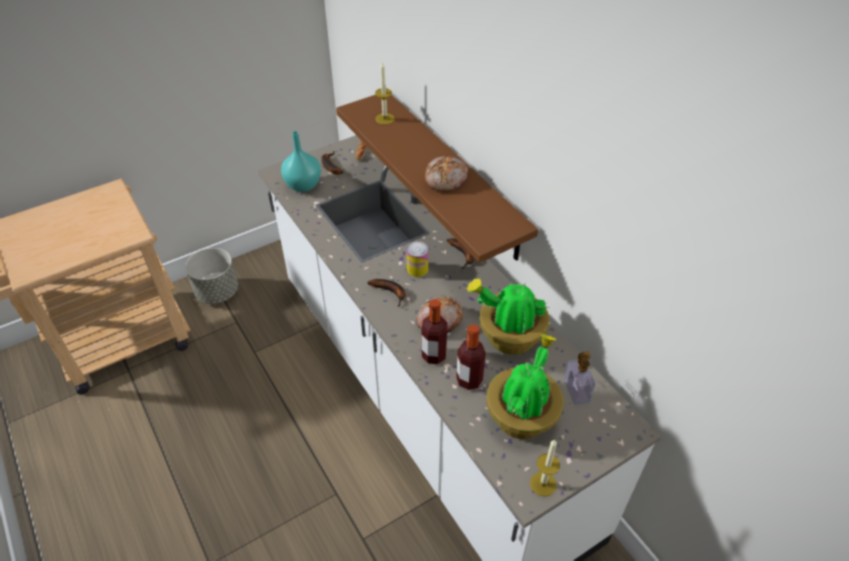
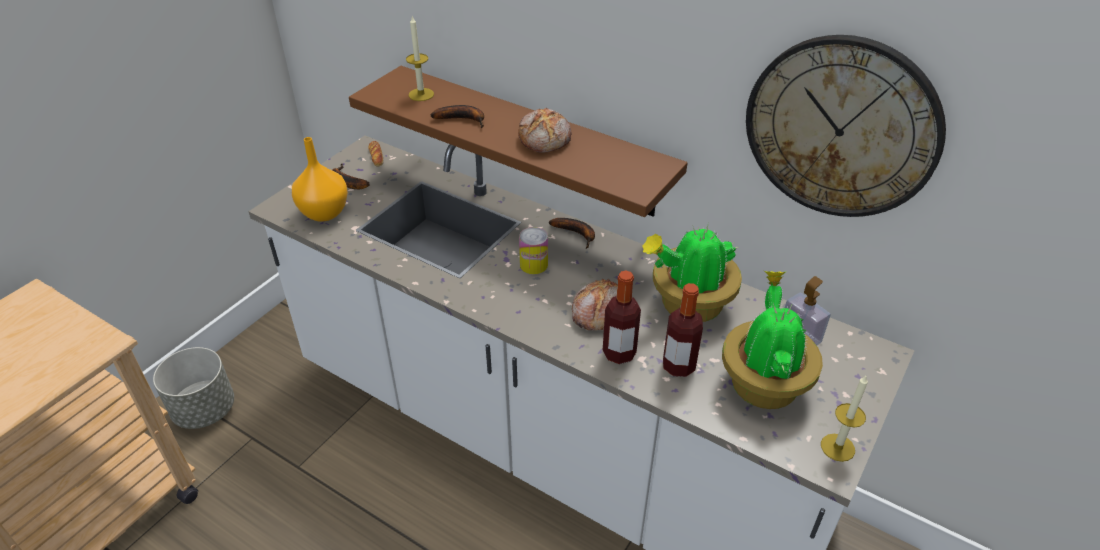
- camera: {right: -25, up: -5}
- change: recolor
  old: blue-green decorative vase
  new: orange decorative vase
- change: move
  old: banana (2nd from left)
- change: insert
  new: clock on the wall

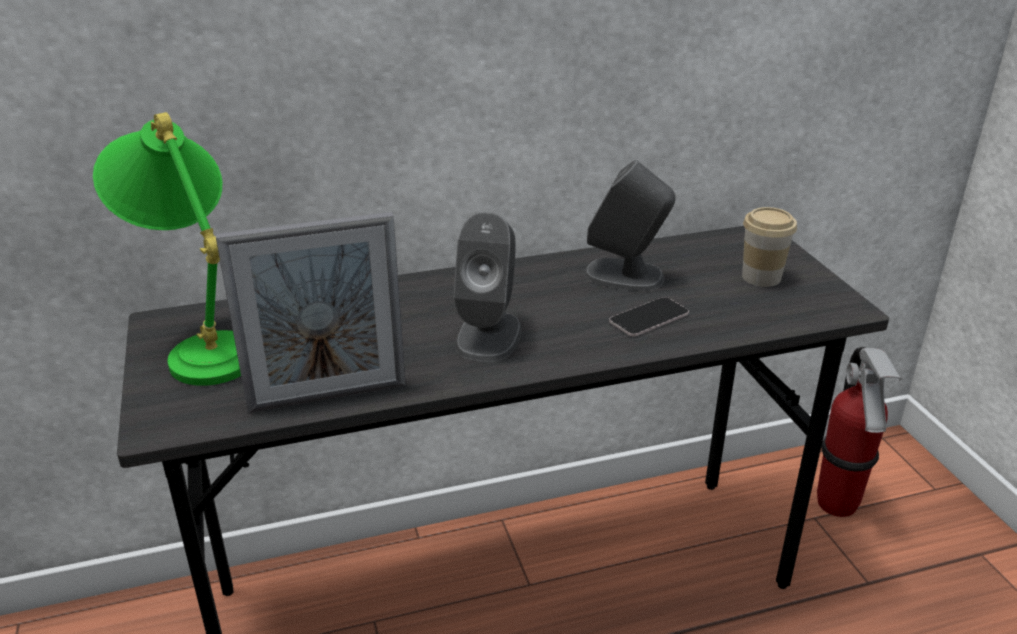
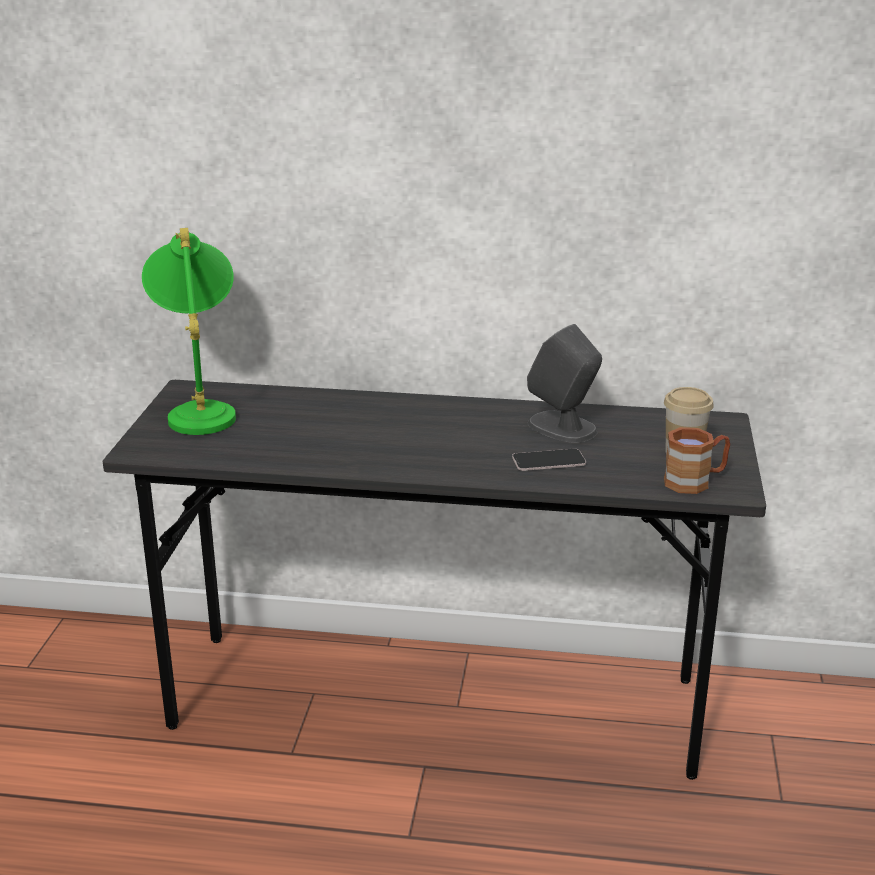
- camera: {right: 25, up: -5}
- change: delete
  old: photo frame
- change: delete
  old: grey audio speaker (1st from left)
- change: delete
  old: fire-fighting cylinder
- change: insert
  new: brown coffee mug

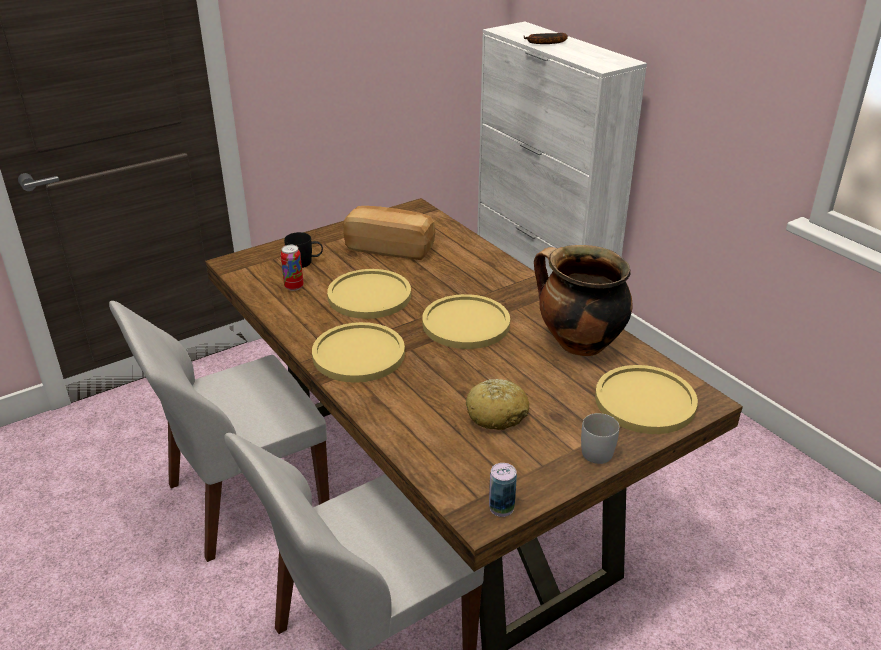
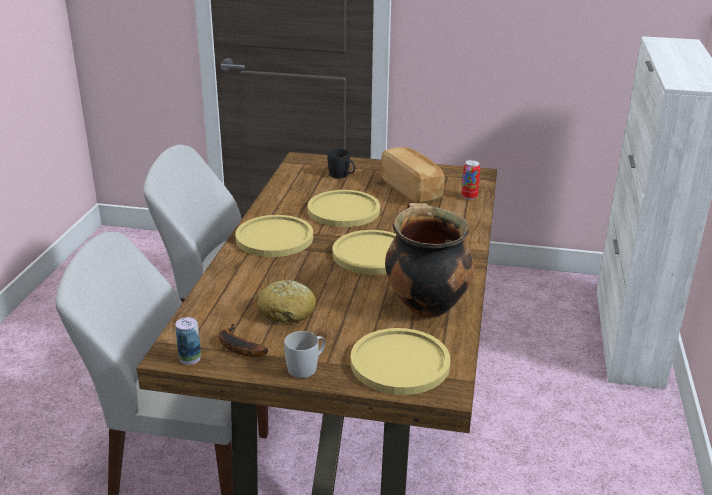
- camera: {right: 45, up: -5}
- change: move
  old: banana
- change: move
  old: sealed can (1st from left in the first image)
  new: sealed can (2nd from left)

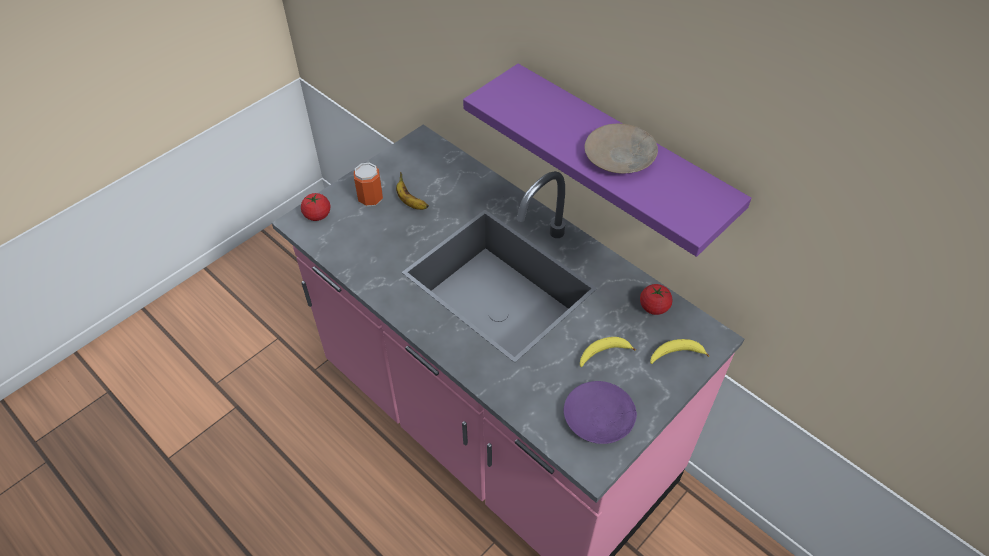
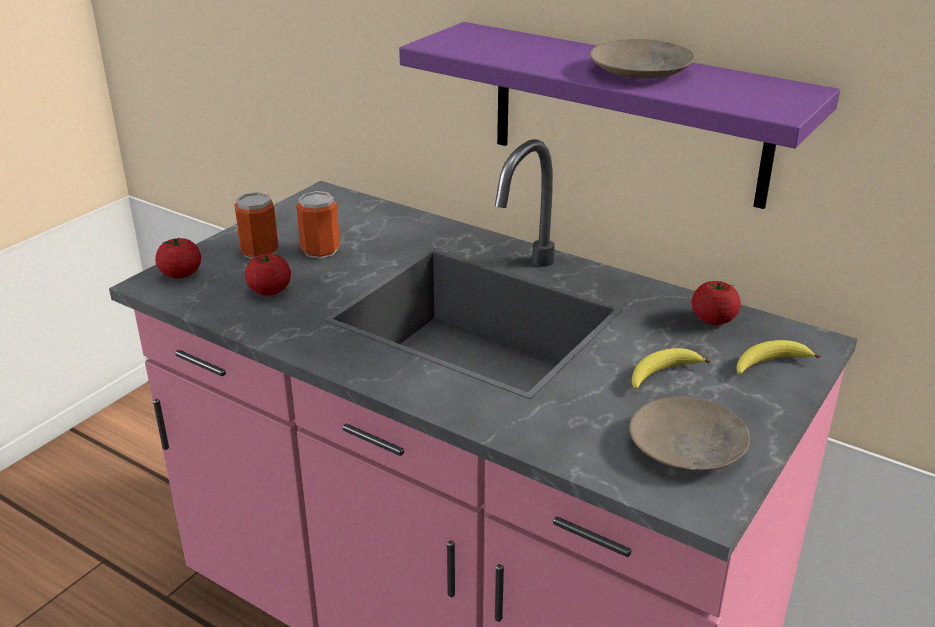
- camera: {right: -10, up: -20}
- change: replace
  old: banana (1st from left)
  new: sealed can (2nd from left)
- change: recolor
  old: purplish dinner plate
  new: beige dinner plate (2nd from left)
- change: insert
  new: tomato (2nd from left)

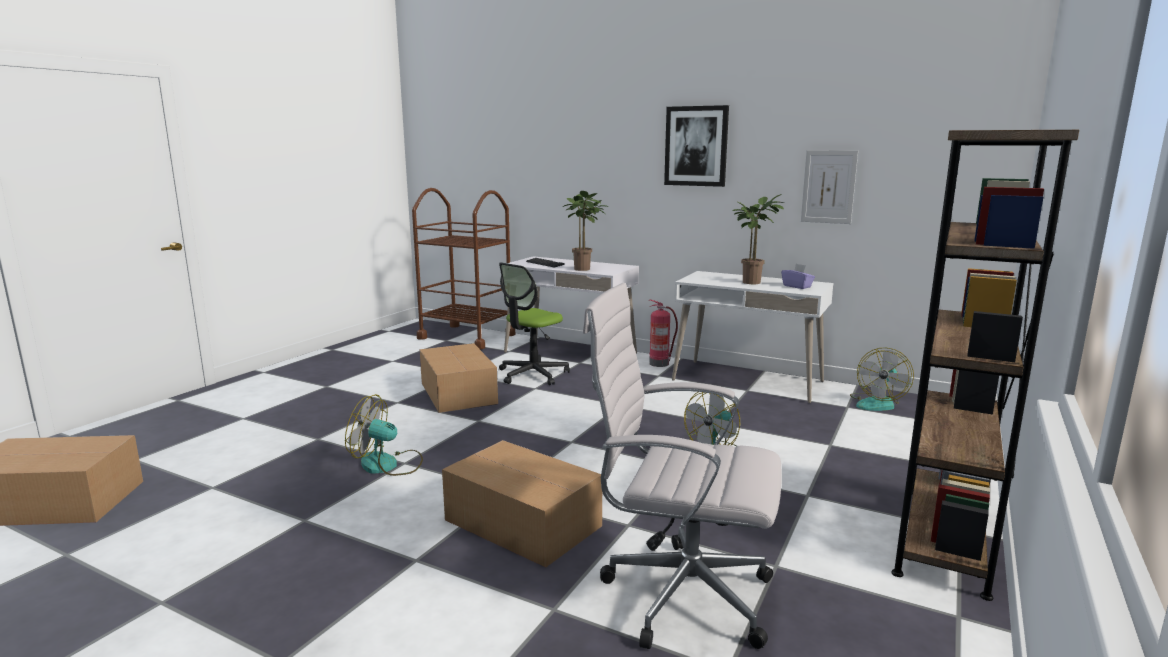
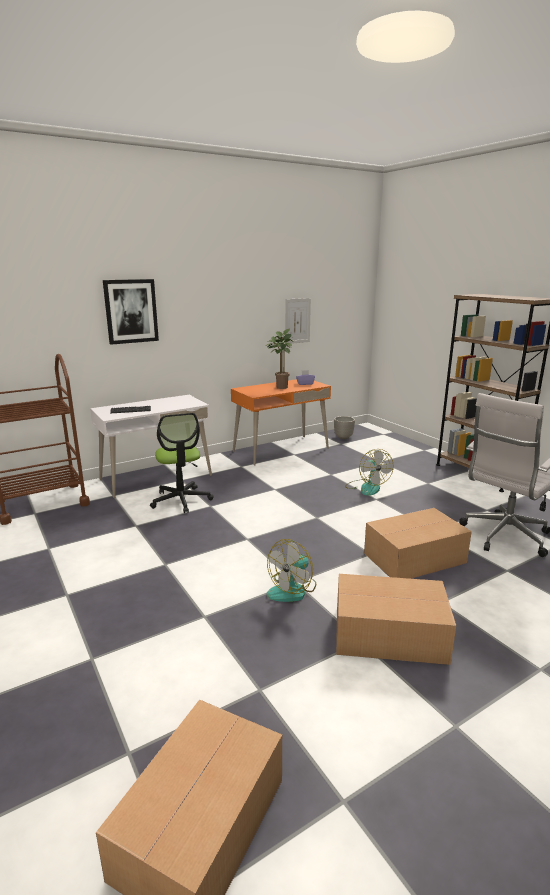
- camera: {right: -60, up: 5}
- change: move
  old: picture (1st from left)
- change: delete
  old: houseplant (1st from left)
- change: recolor
  old: white-coloured desk unit (2nd from left)
  new: orange desk unit
- change: delete
  old: fire-fighting cylinder
- change: move
  old: cardboard box (2nd from left)
- change: replace
  old: fan (3rd from left)
  new: plant pot

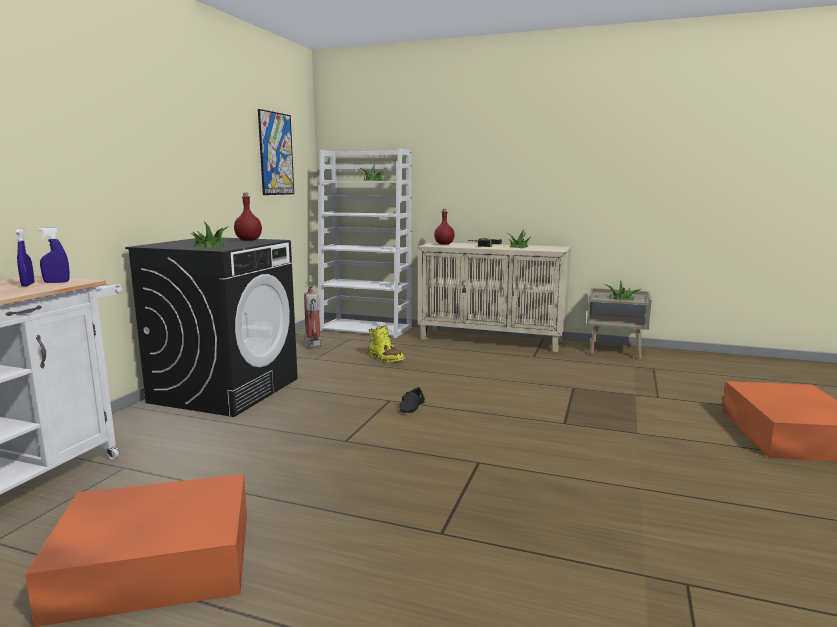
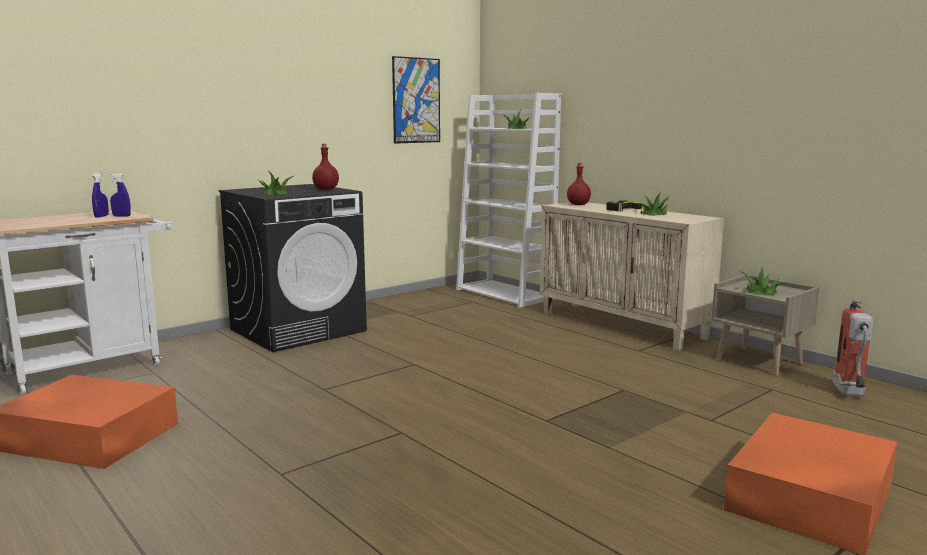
- camera: {right: 30, up: 0}
- change: move
  old: fire-fighting cylinder
- change: delete
  old: yellow tall boot
- change: delete
  old: blackish low shoe

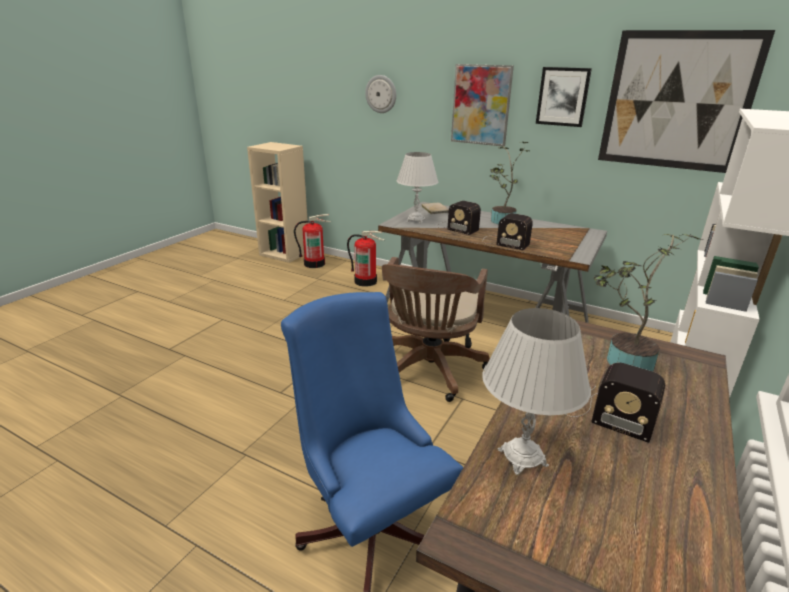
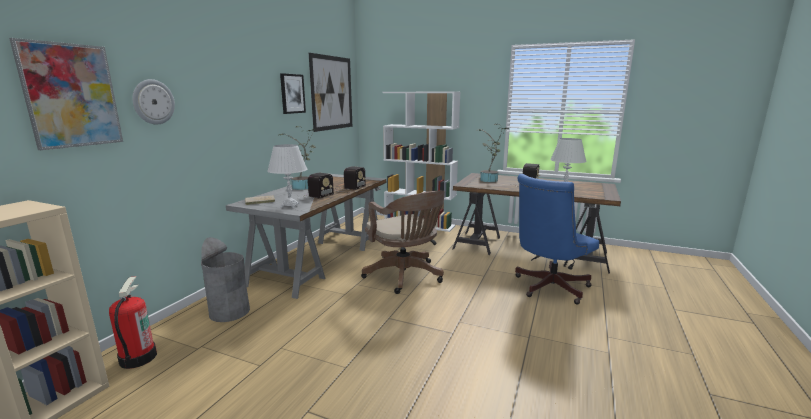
- camera: {right: -95, up: -10}
- change: move
  old: picture (1st from left)
- change: replace
  old: fire-fighting cylinder (2nd from left)
  new: grey rubbish bin
- change: rotate
  old: brown desk chair
  degrees: 45

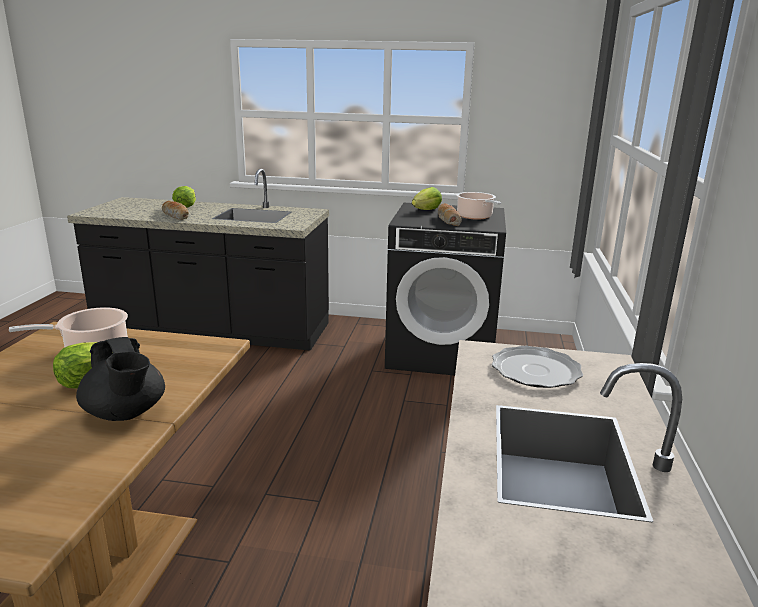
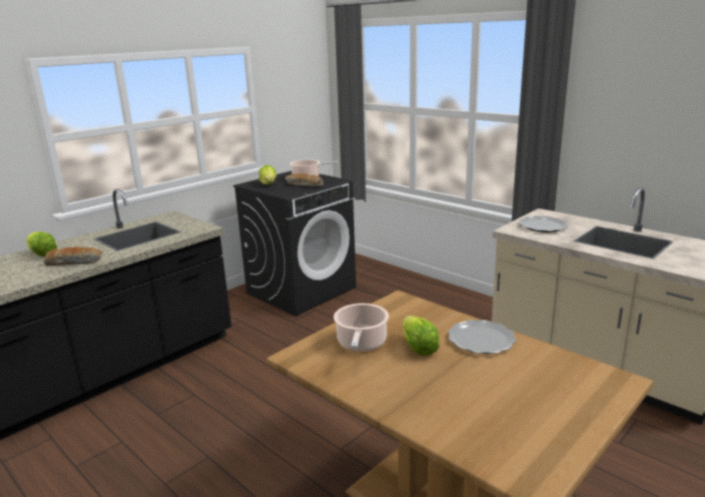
- camera: {right: -55, up: 0}
- change: replace
  old: blackish pot for tea
  new: dinner plate (1st from left)

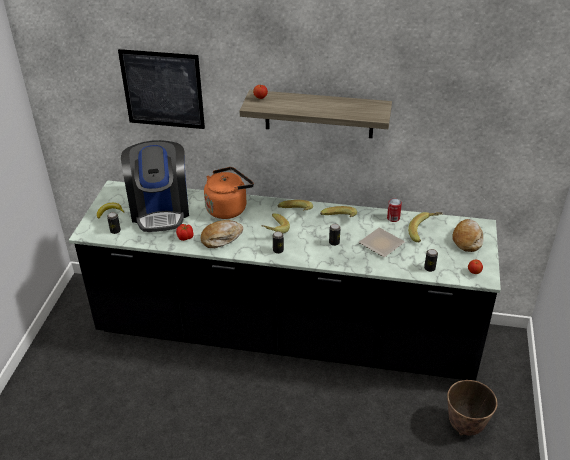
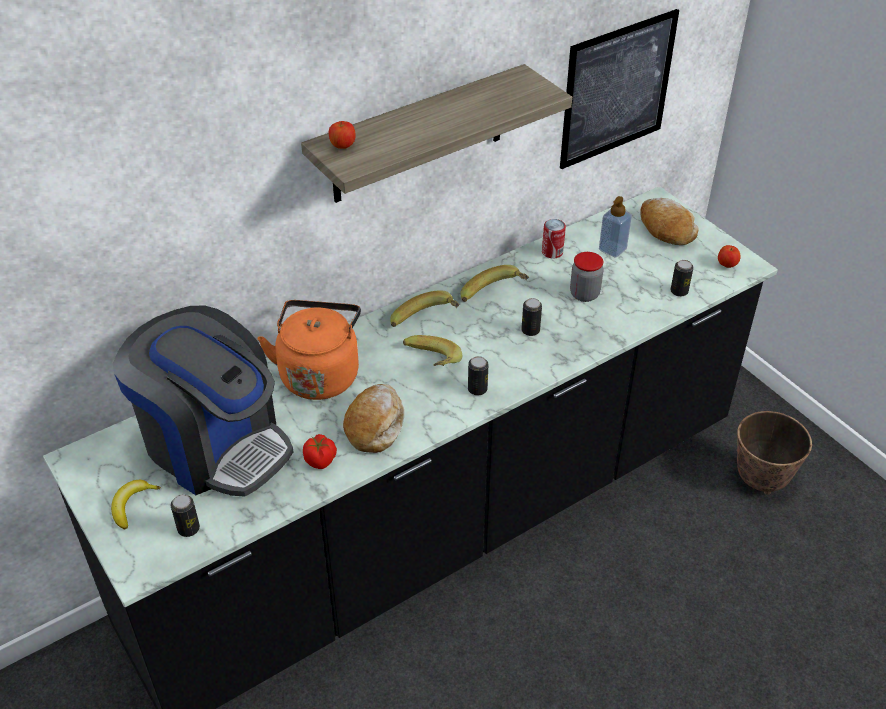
- camera: {right: -45, up: 5}
- change: move
  old: picture
- change: replace
  old: banana (5th from left)
  new: liquid soap bottle
- change: replace
  old: dinner plate
  new: jar

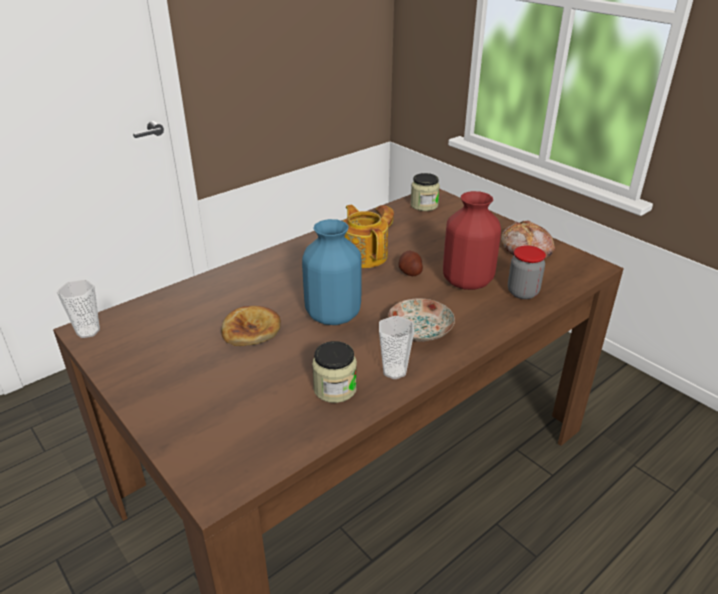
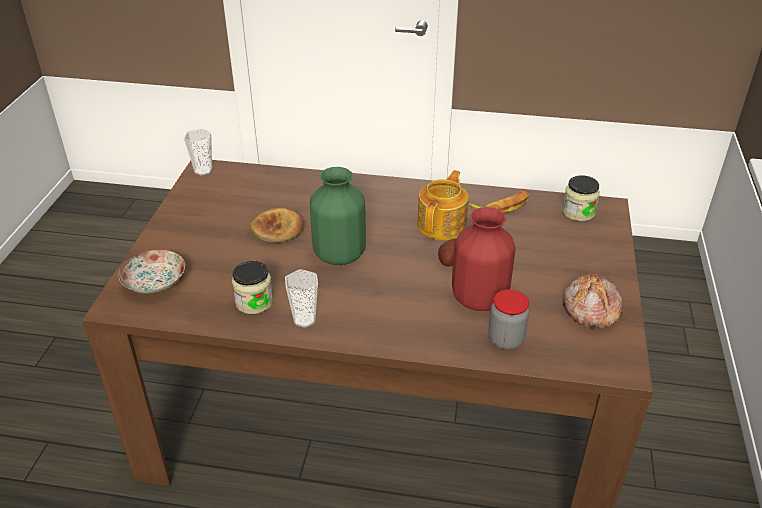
- camera: {right: 50, up: 5}
- change: recolor
  old: blue decorative vase
  new: green-coloured decorative vase
- change: move
  old: dinner plate

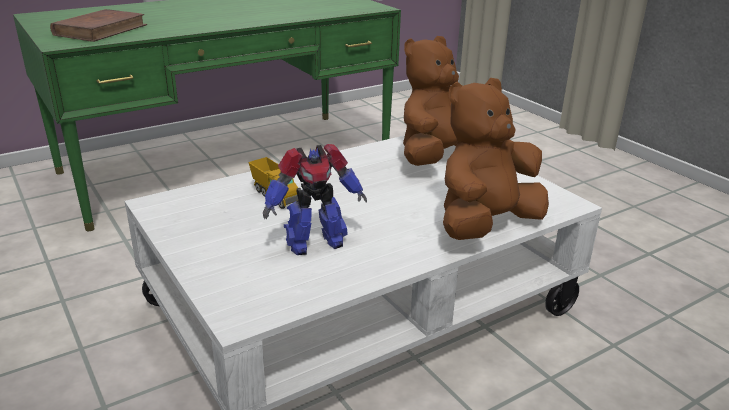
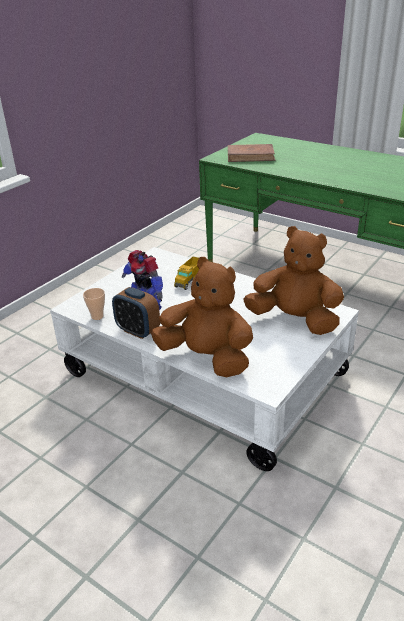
- camera: {right: 70, up: 5}
- change: insert
  new: bedside clock
- change: insert
  new: drinking cup

